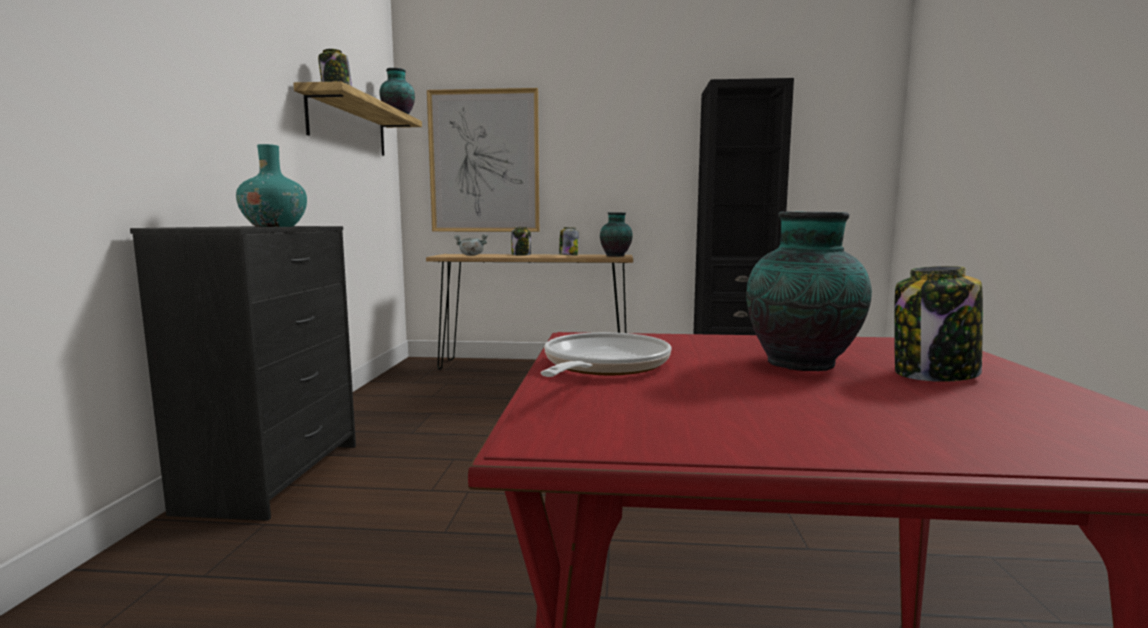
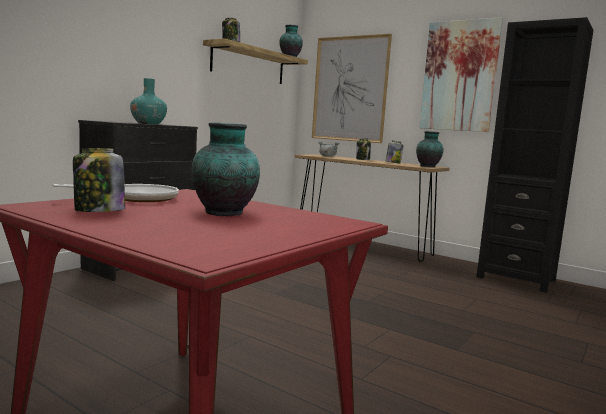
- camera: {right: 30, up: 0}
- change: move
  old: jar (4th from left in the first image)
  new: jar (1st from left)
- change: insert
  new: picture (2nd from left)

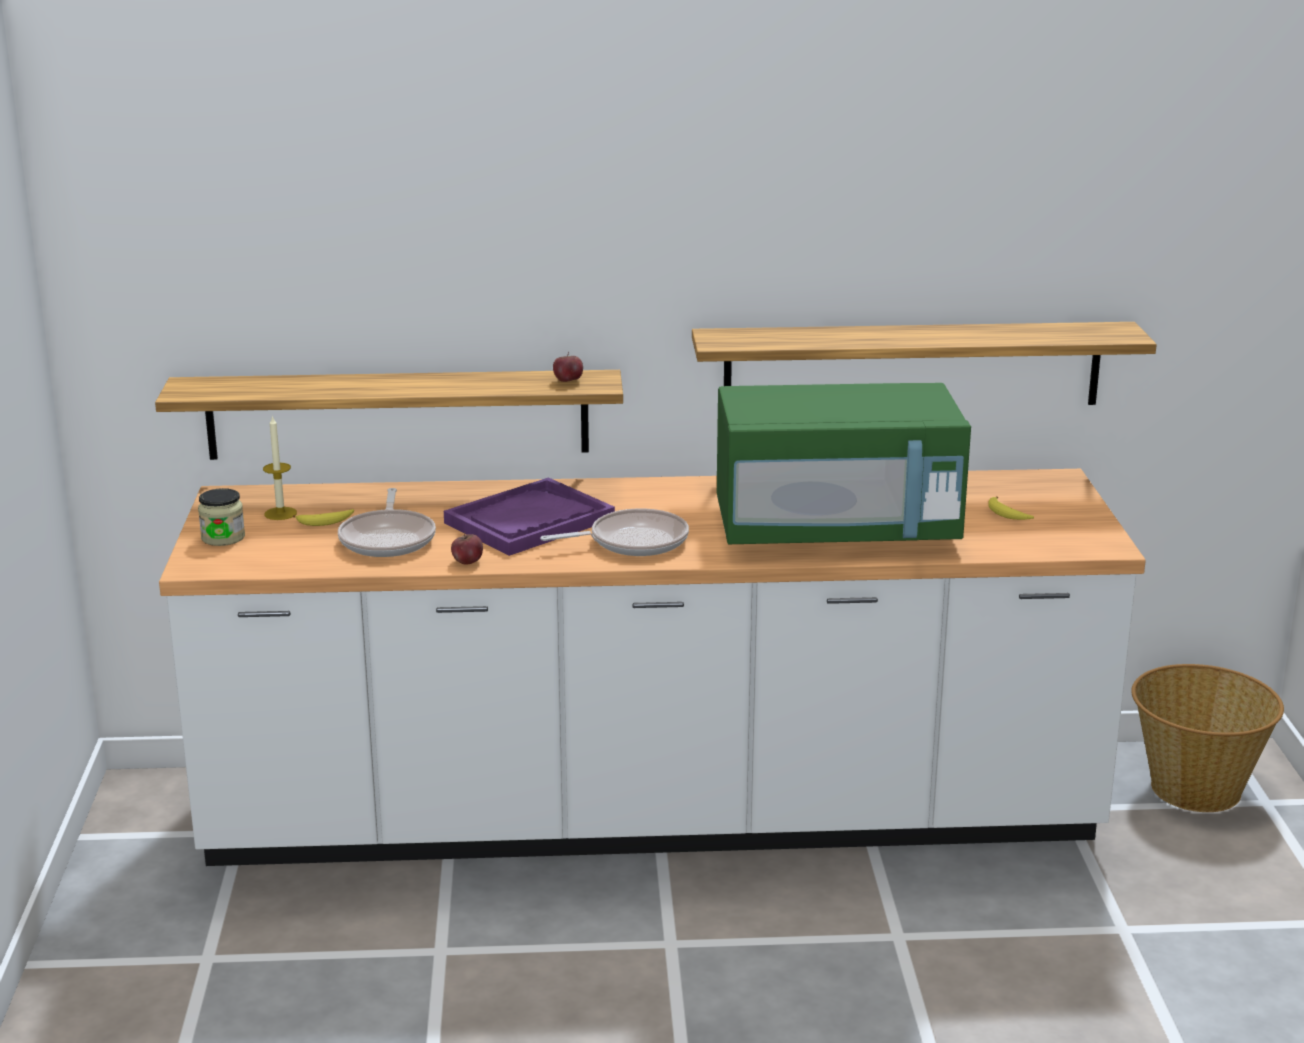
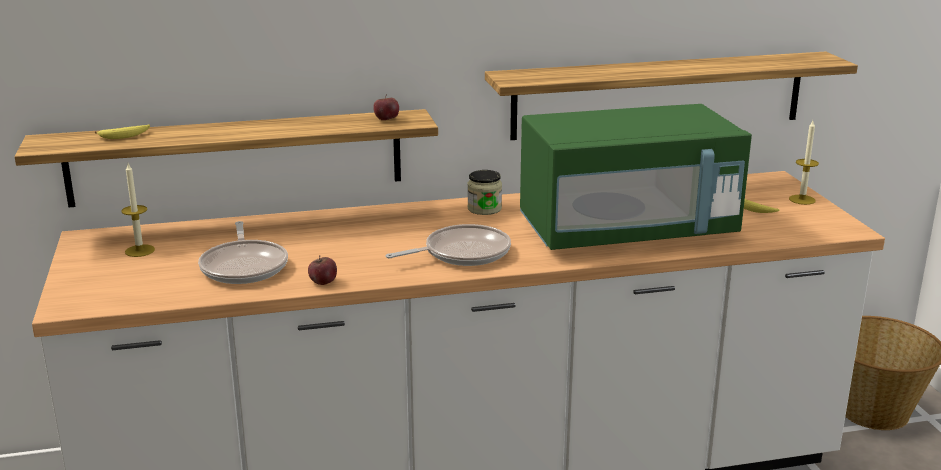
- camera: {right: -10, up: 0}
- change: delete
  old: purplish tray
- change: move
  old: jar
- change: move
  old: banana (1st from left)
- change: insert
  new: wax candle (2nd from left)

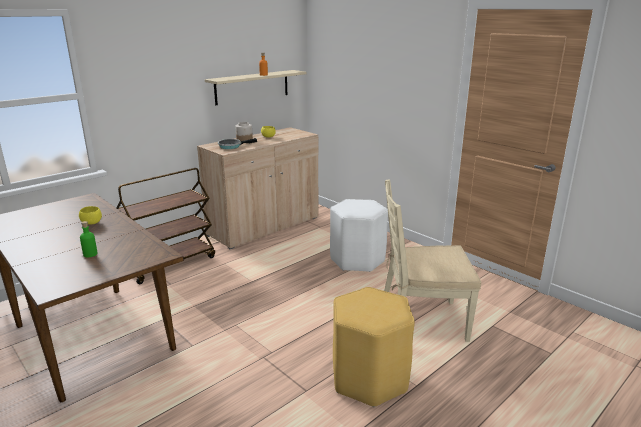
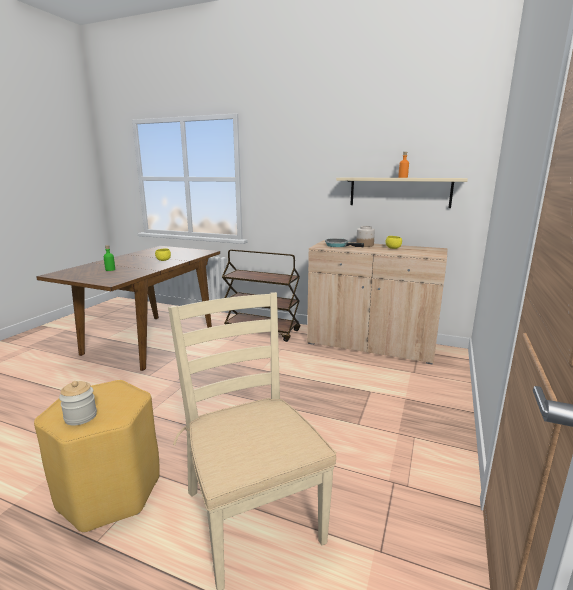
- camera: {right: 65, up: -5}
- change: delete
  old: white-coloured sitting stool
- change: insert
  new: jar (1st from left)

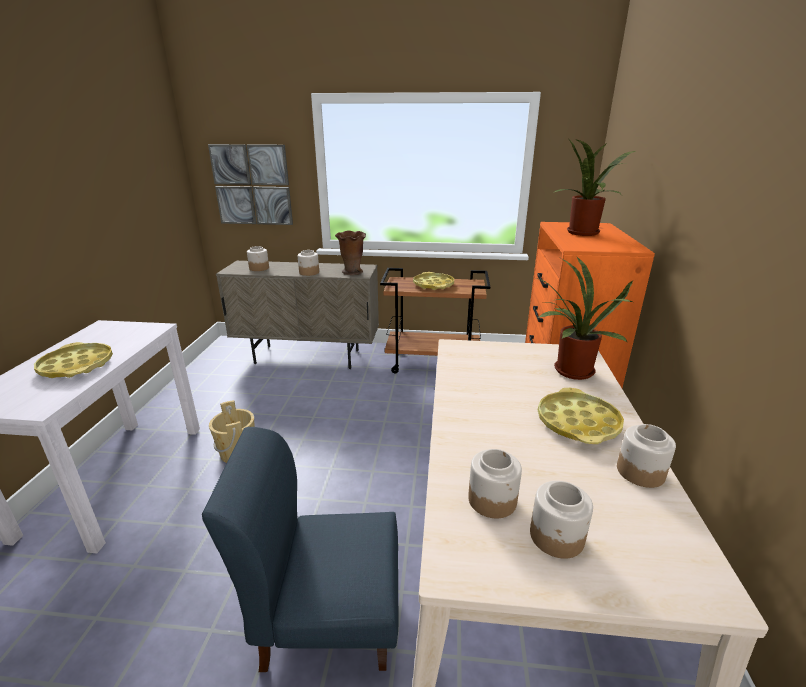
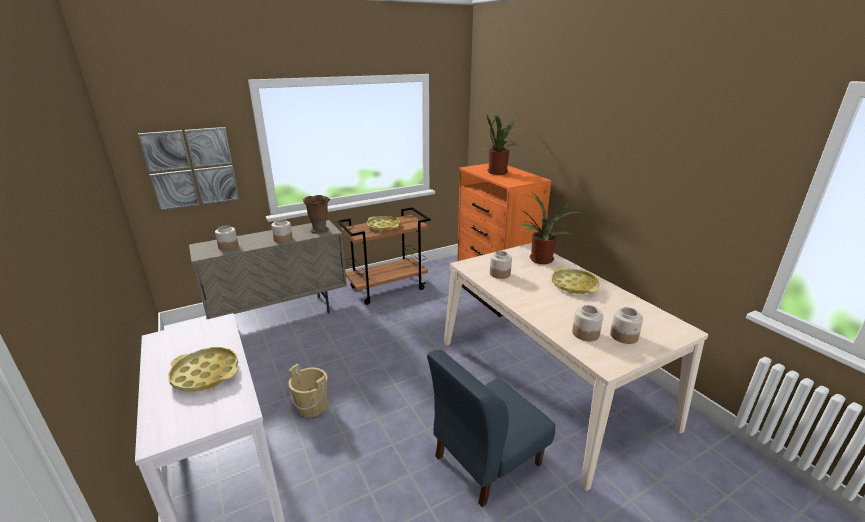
- camera: {right: -35, up: 0}
- change: move
  old: jar (5th from left in the first image)
  new: jar (3rd from left)

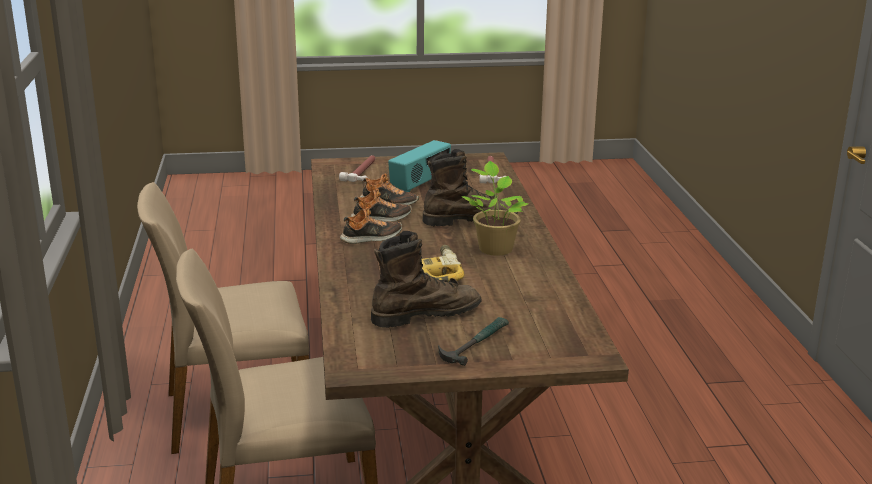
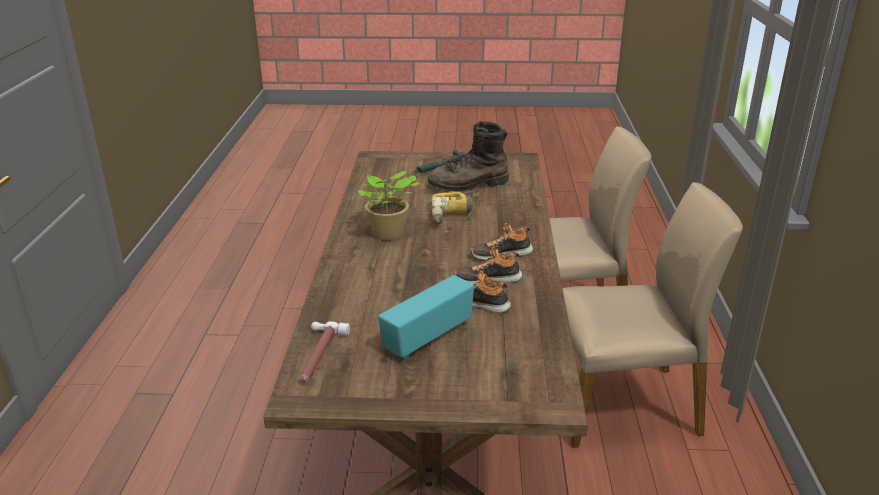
- camera: {right: -170, up: 5}
- change: delete
  old: brown tall boot (2nd from left)
- change: delete
  old: hammer (1st from left)

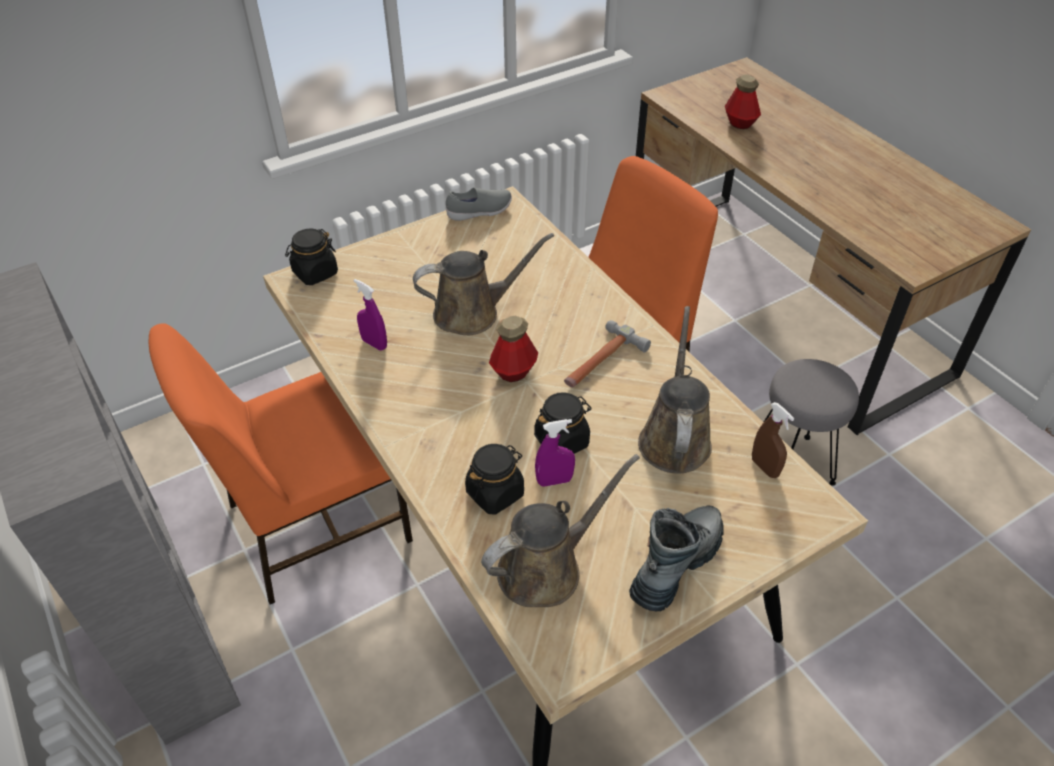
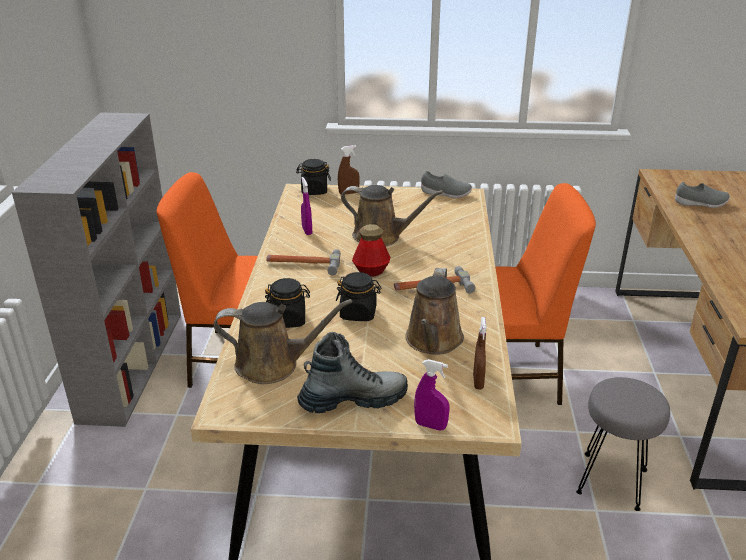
- camera: {right: 35, up: -15}
- change: replace
  old: drink bottle (2nd from left)
  new: grey low shoe (2nd from left)
- change: rotate
  old: brown watering can (3rd from left)
  degrees: 150
- change: move
  old: purplish hand sprayer (2nd from left)
- change: insert
  new: brown hand sprayer (1st from left)
- change: insert
  new: hammer (1st from left)

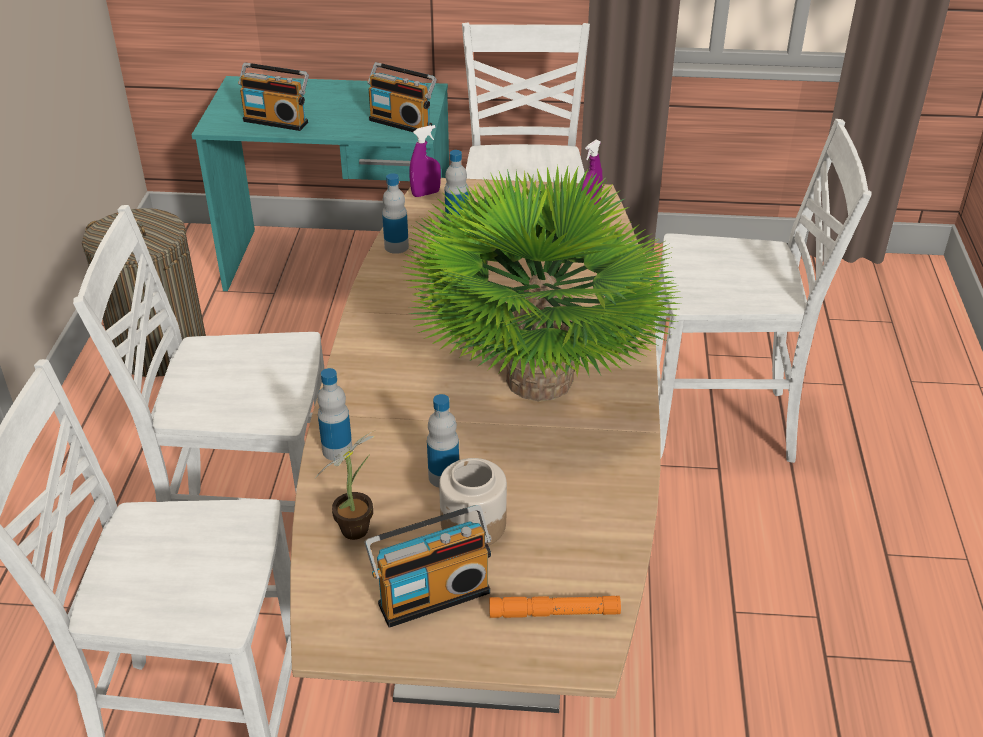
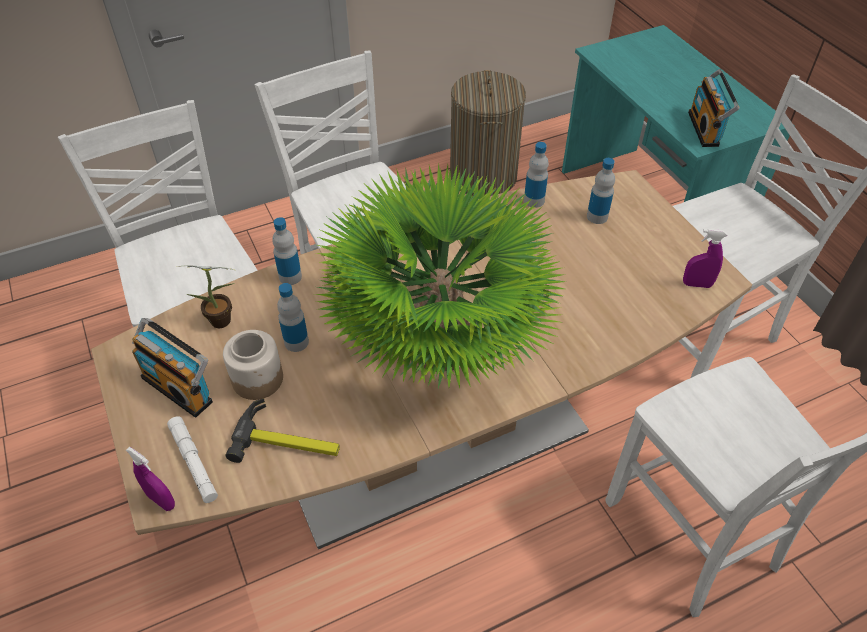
- camera: {right: 60, up: 10}
- change: delete
  old: radio receiver (1st from left)
- change: move
  old: purplish hand sprayer (1st from left)
- change: recolor
  old: orange torch
  new: white-coloured torch
- change: insert
  new: hammer

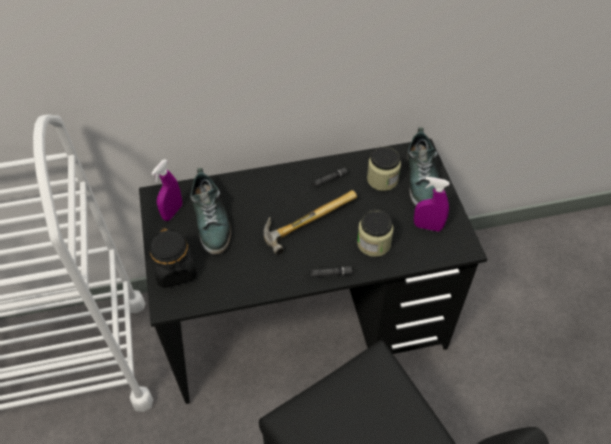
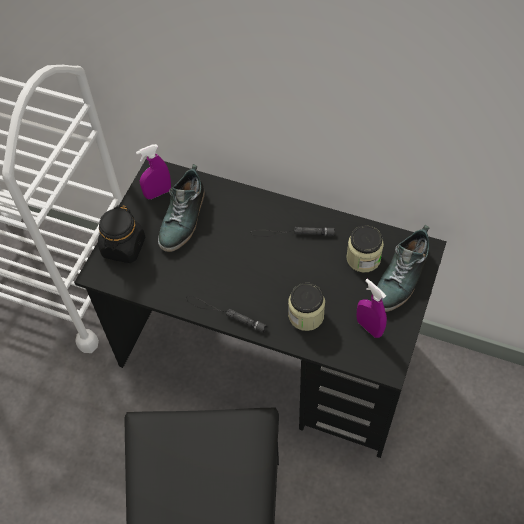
- camera: {right: 35, up: 5}
- change: delete
  old: hammer

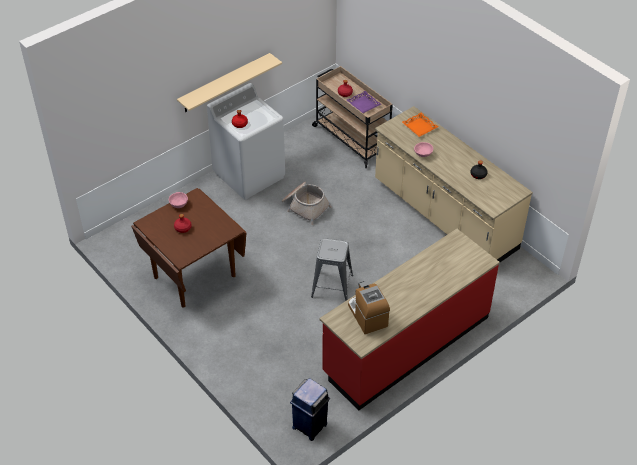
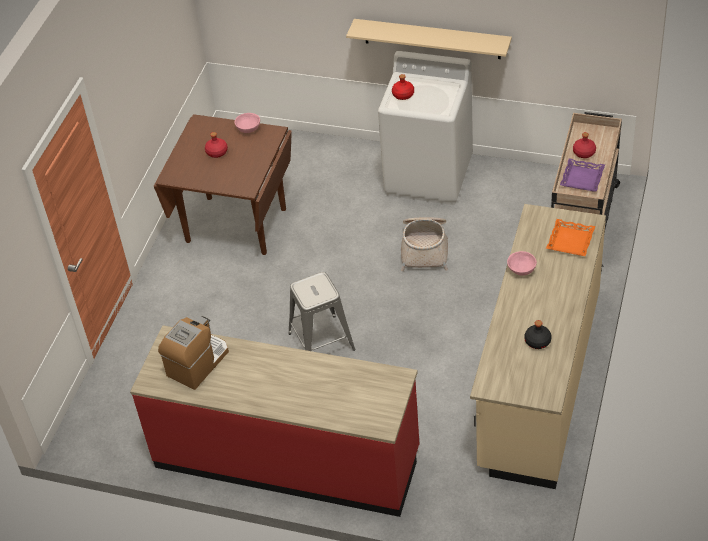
- camera: {right: 60, up: 0}
- change: delete
  old: blue rubbish bin

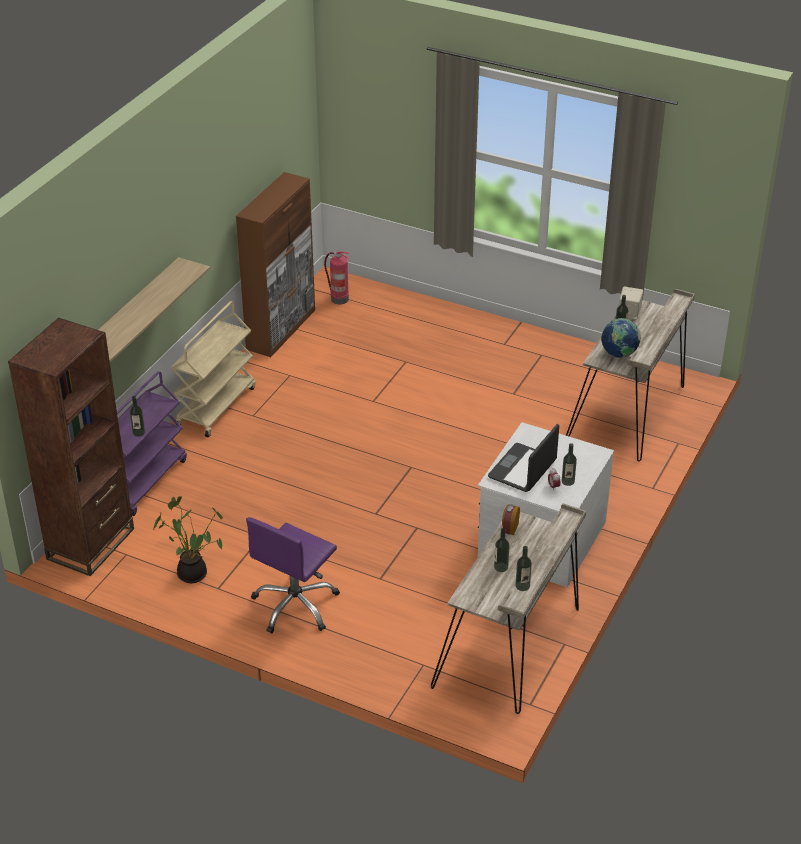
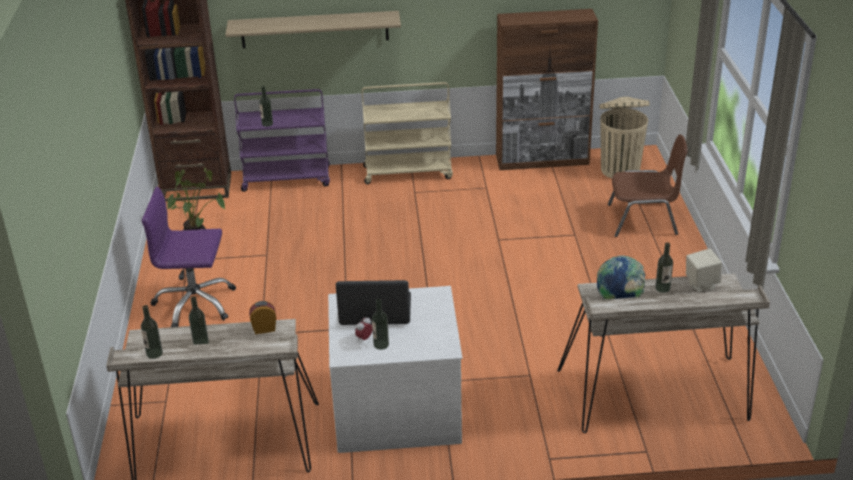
- camera: {right: 60, up: -5}
- change: replace
  old: fire-fighting cylinder
  new: beige rubbish bin
- change: insert
  new: brown upright chair

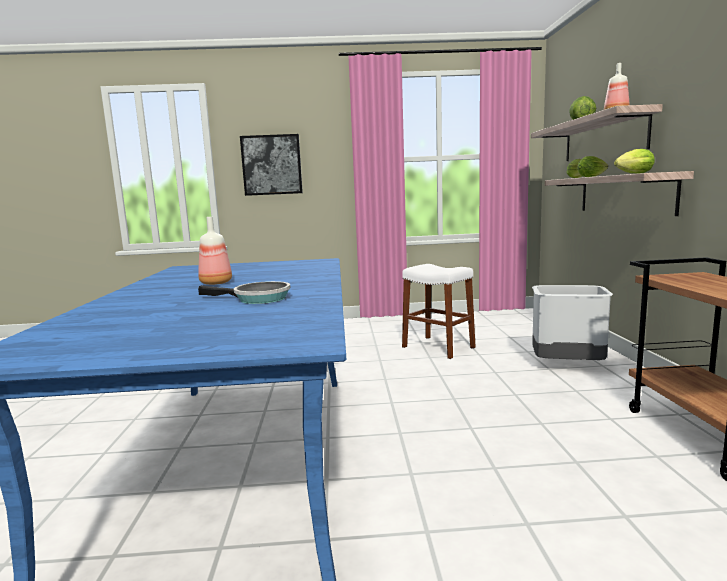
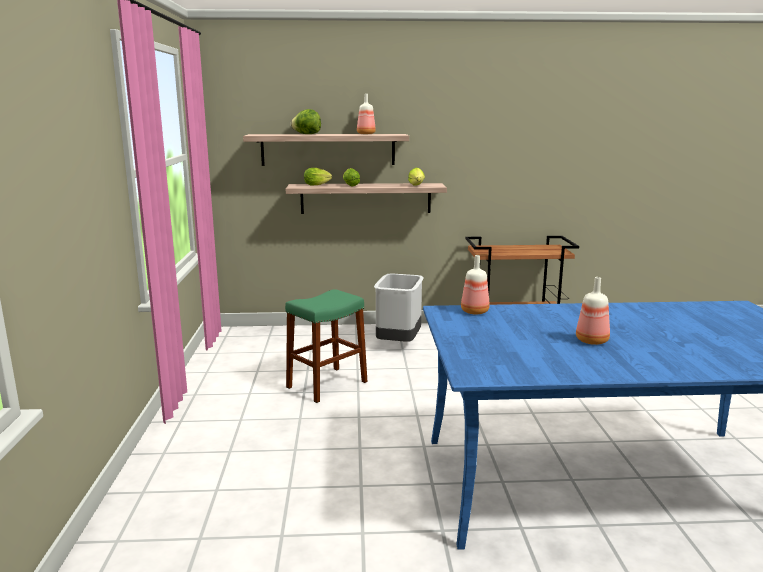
- camera: {right: -90, up: 5}
- change: delete
  old: picture
- change: recolor
  old: white-coloured sitting stool
  new: green-coloured sitting stool
- change: delete
  old: skillet
- change: insert
  new: drink bottle (2nd from left)

